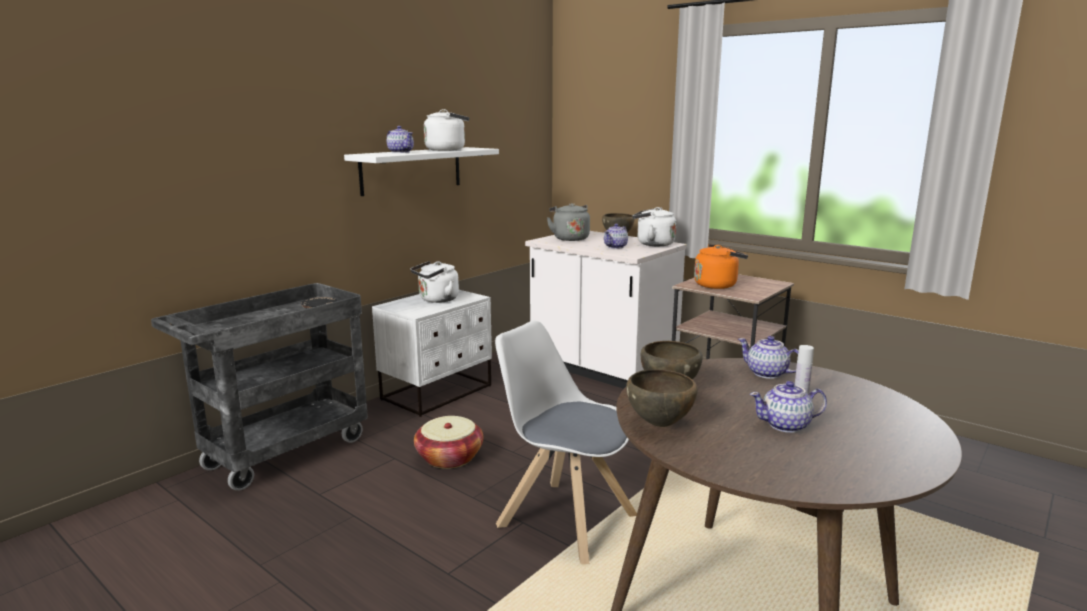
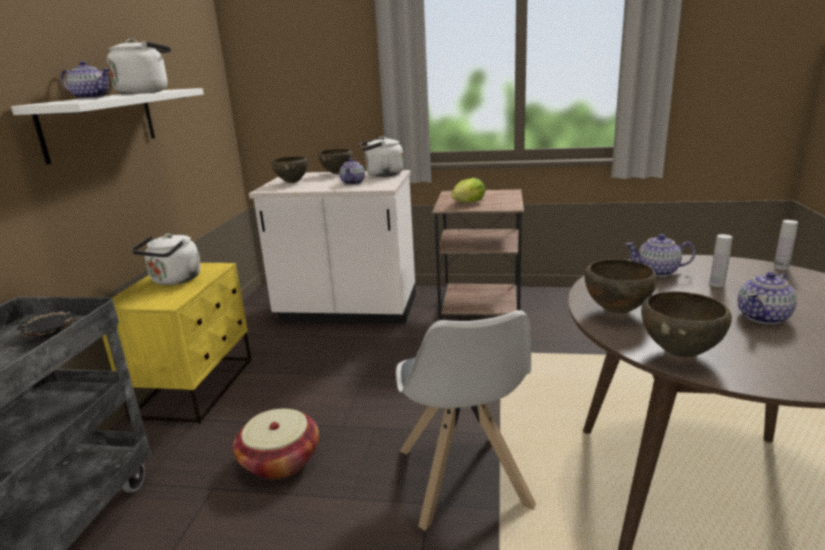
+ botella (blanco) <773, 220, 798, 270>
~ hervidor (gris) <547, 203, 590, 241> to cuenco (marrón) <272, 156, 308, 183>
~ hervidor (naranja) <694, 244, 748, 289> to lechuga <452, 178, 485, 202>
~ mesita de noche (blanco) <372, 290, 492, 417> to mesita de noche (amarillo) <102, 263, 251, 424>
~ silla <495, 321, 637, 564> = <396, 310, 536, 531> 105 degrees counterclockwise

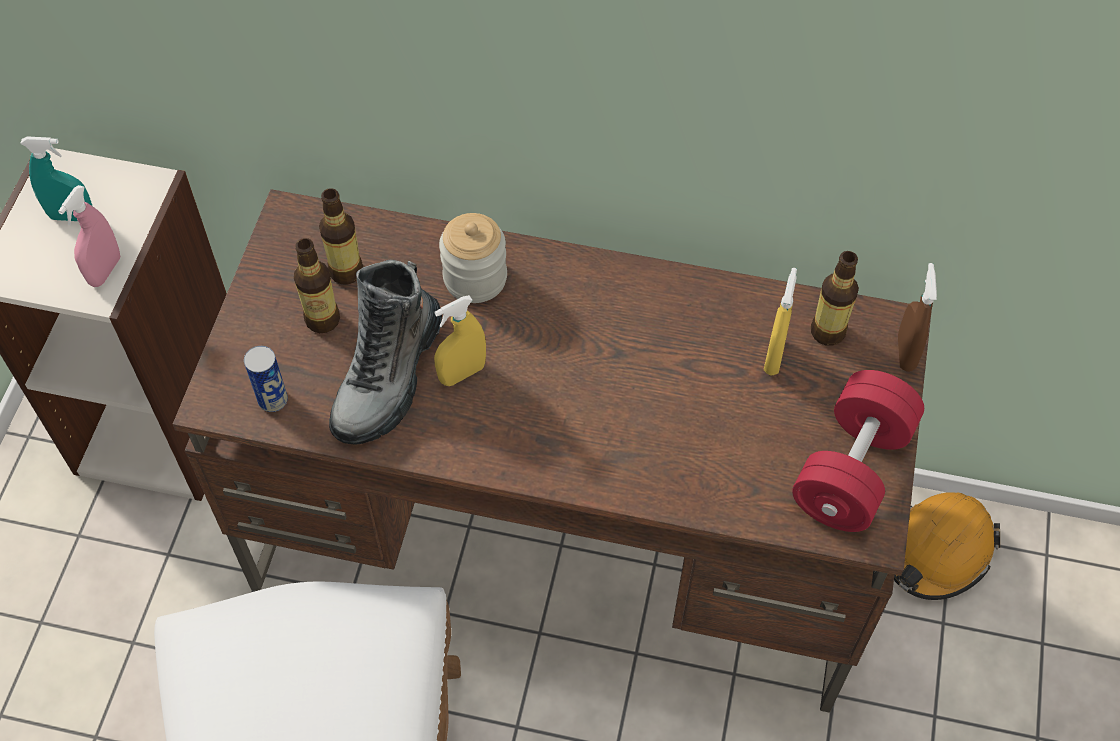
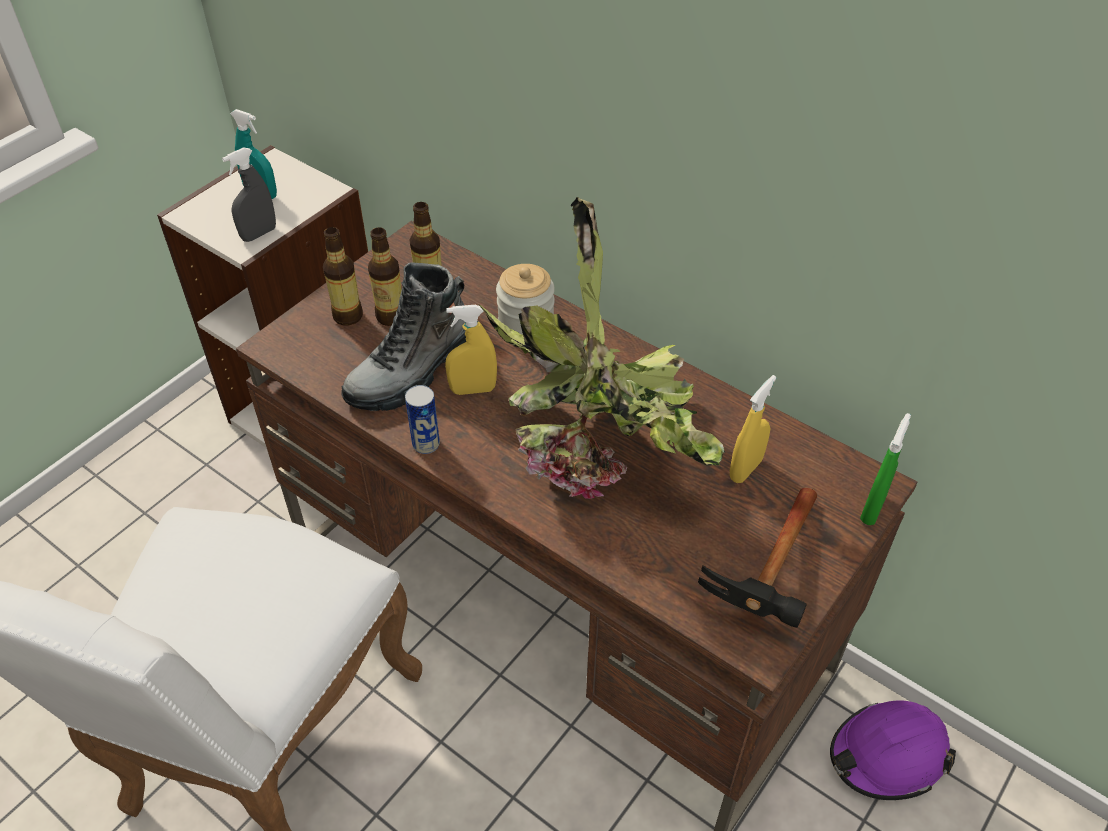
+ planta en maceta <479, 197, 725, 499>
~ lata <244, 346, 288, 412> to <405, 385, 440, 454>
~ botella <811, 251, 859, 346> to <323, 227, 363, 325>
~ mancuerna (rojo) <792, 370, 924, 532> to martillo <698, 488, 817, 628>
~ pulverizador (rosa) <58, 185, 120, 287> to pulverizador (gris) <222, 147, 276, 242>
~ casco (naranja) <894, 492, 1000, 600> to casco (morado) <830, 700, 956, 800>
~ pulverizador (marrón) <898, 263, 937, 372> to pulverizador (verde) <860, 413, 911, 525>

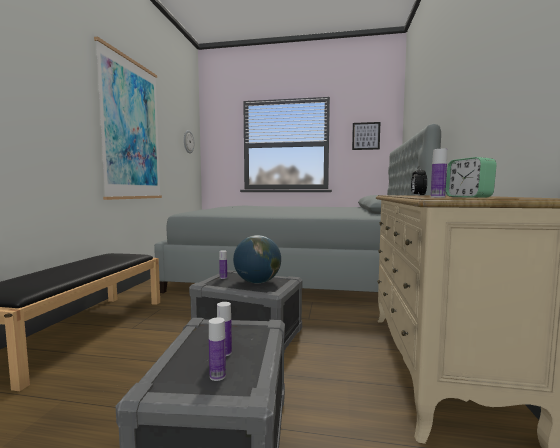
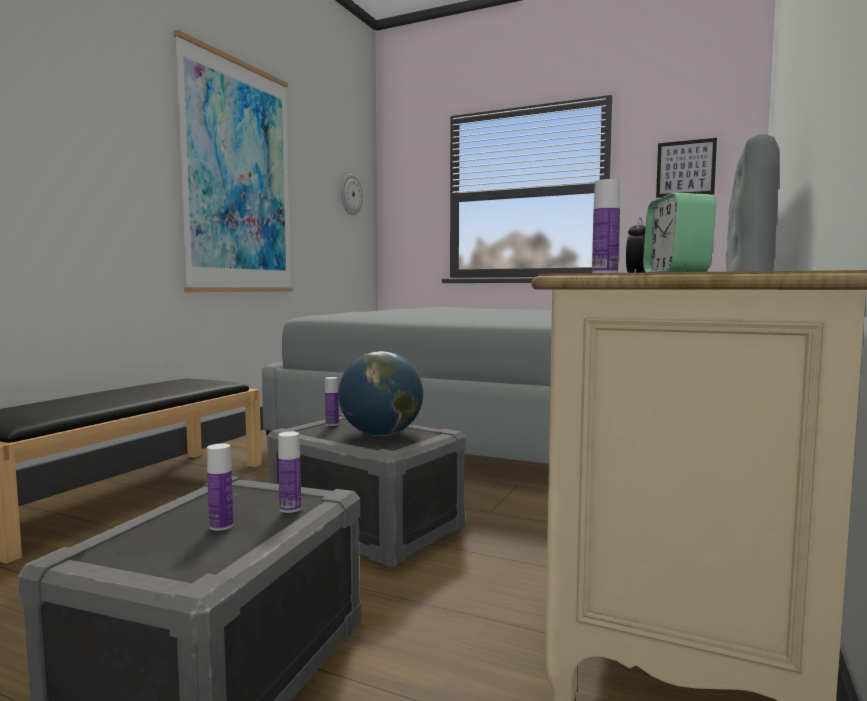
~ botella <209, 317, 226, 381> to <278, 432, 301, 513>

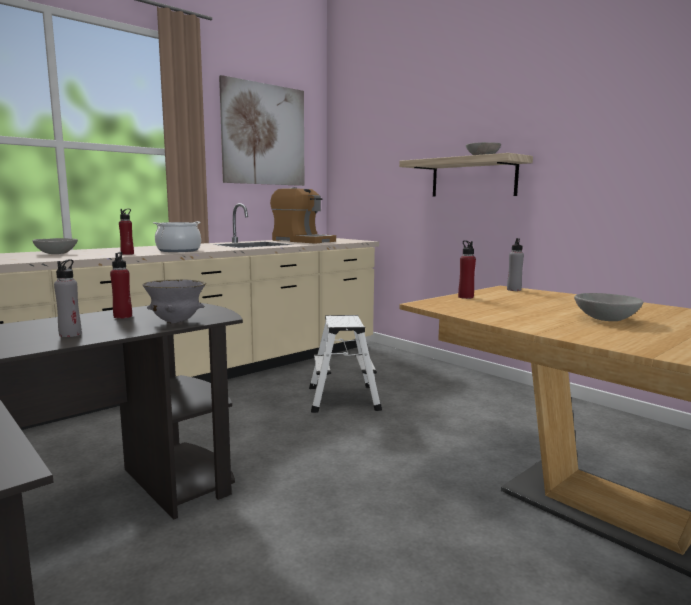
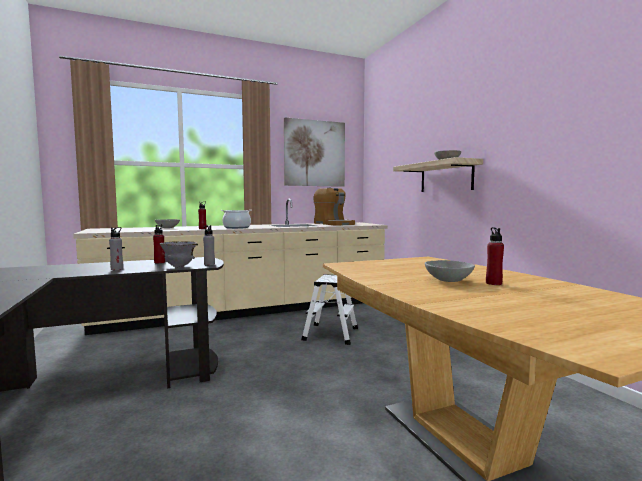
~ botella (rojo) <458, 240, 476, 299> to <486, 227, 504, 285>
~ botella (gris) <507, 238, 524, 291> to <203, 225, 215, 265>

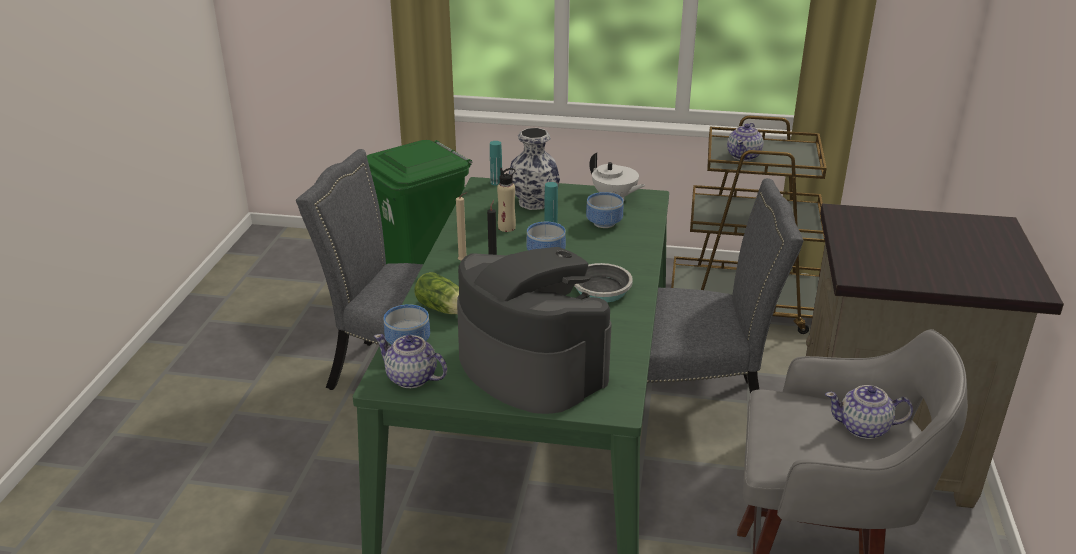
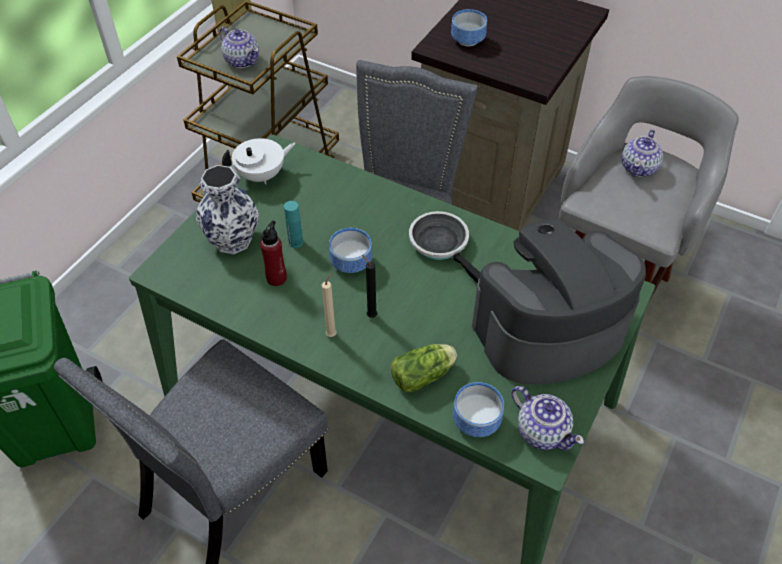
- botella (turquesa) <490, 141, 502, 186>
~ cuenco <586, 192, 623, 228> to <451, 9, 487, 46>
~ botella (beis) <497, 168, 516, 232> to botella (rojo) <260, 221, 287, 286>
~ tetera <374, 334, 447, 388> = <511, 386, 584, 450> 90 degrees counterclockwise

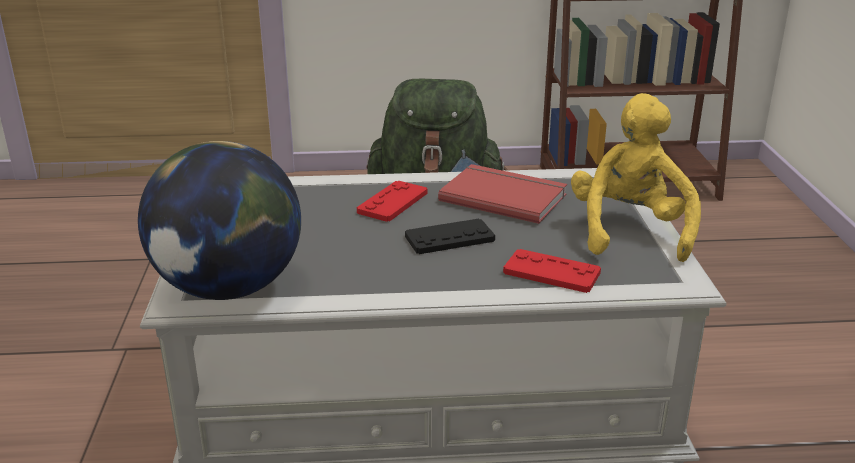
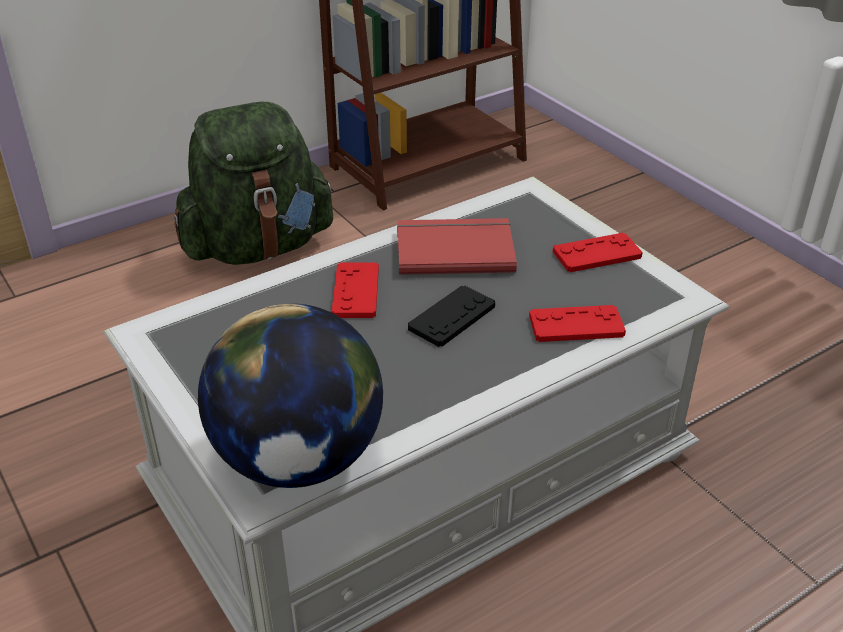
~ peluche (amarillo) <571, 93, 701, 262> to mando de consola (rojo) <553, 233, 643, 272>

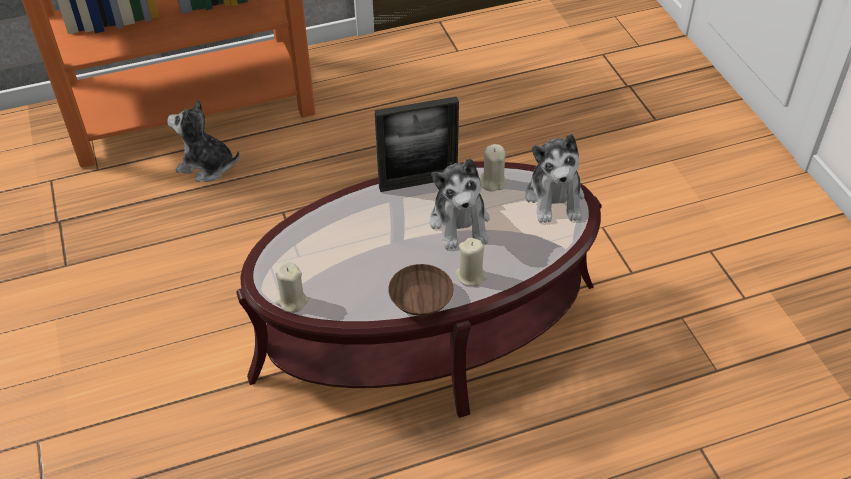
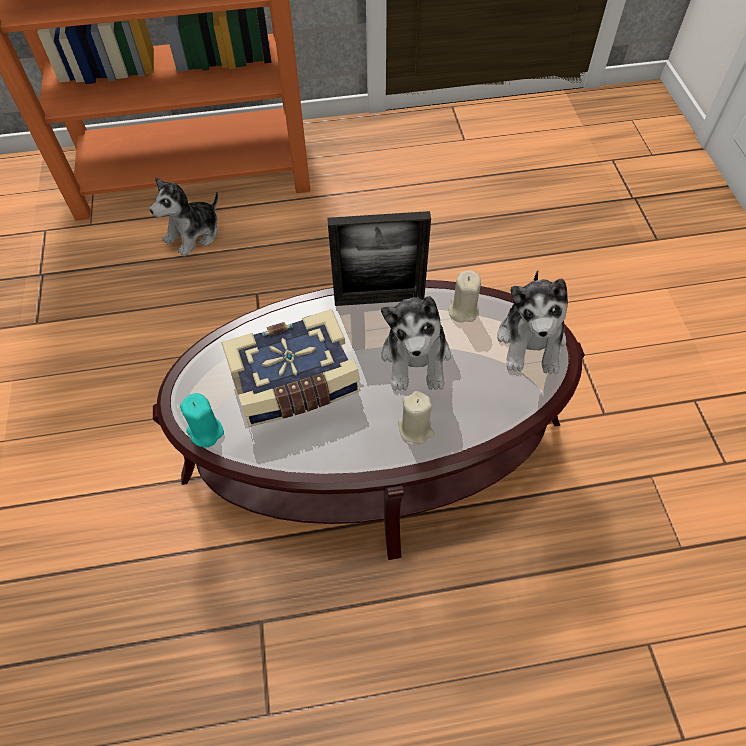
- cuenco (marrón) <388, 264, 454, 316>
+ libro <221, 309, 361, 427>
~ vela (beis) <275, 262, 309, 313> to vela (turquesa) <180, 393, 224, 448>
~ peluche <167, 99, 240, 182> = <149, 177, 218, 256> 75 degrees counterclockwise

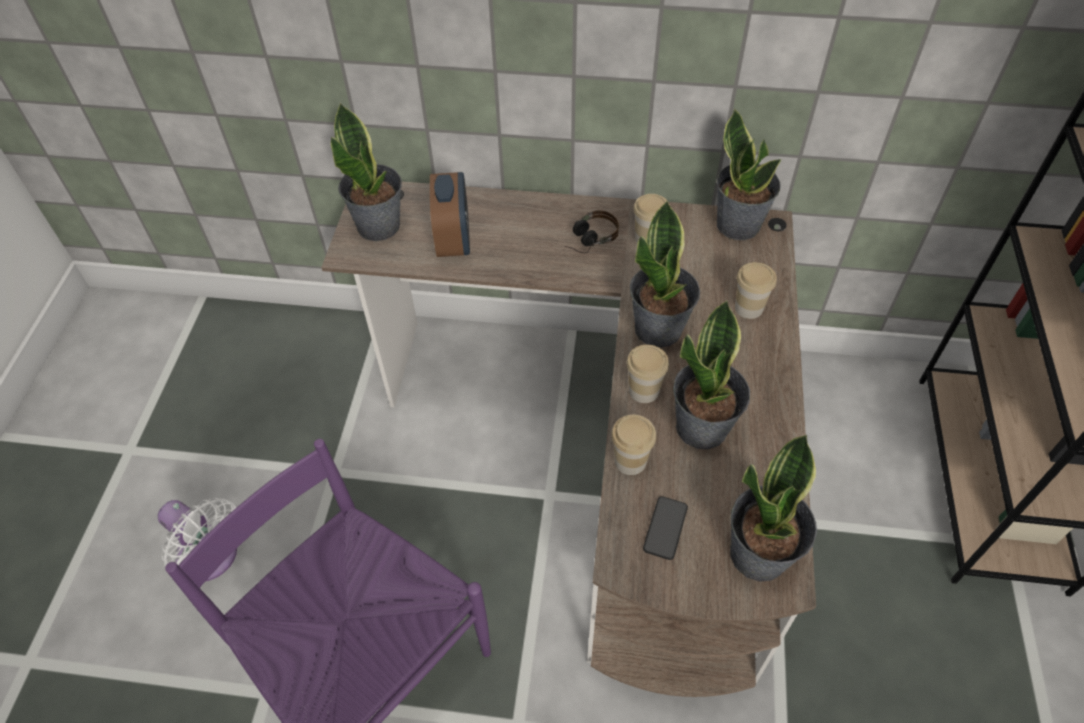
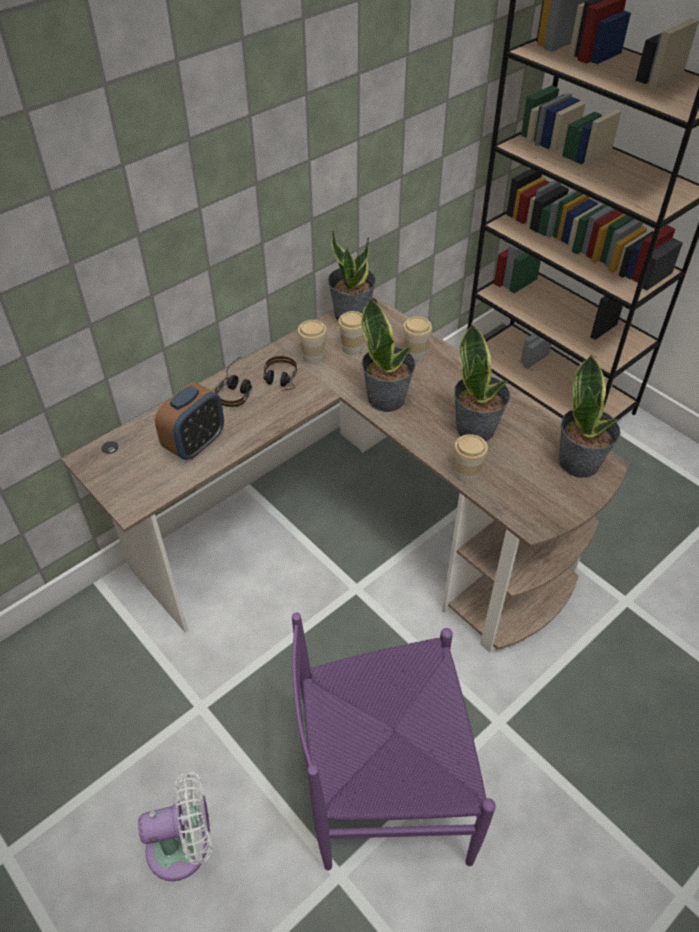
- planta en maceta <331, 102, 402, 241>
- móvil <643, 497, 688, 560>
+ auriculares <215, 357, 252, 407>
~ taza <627, 344, 669, 403> to <338, 311, 364, 355>
~ despertador <430, 172, 470, 257> = <155, 382, 224, 460> 90 degrees clockwise

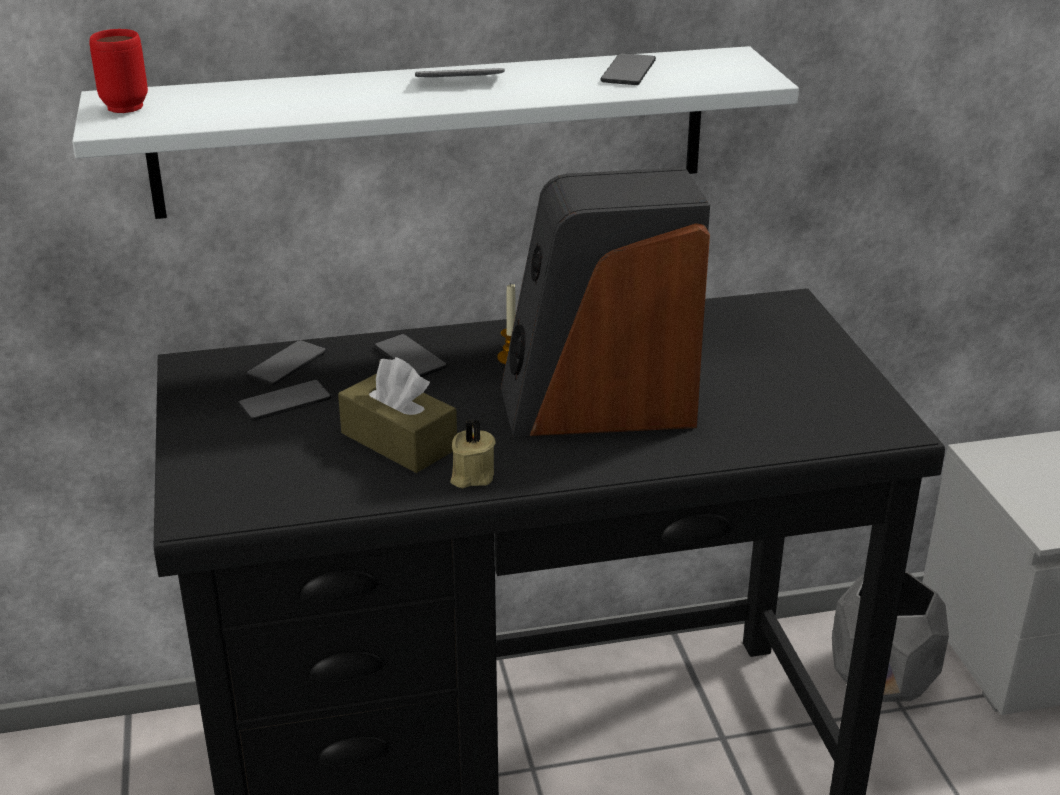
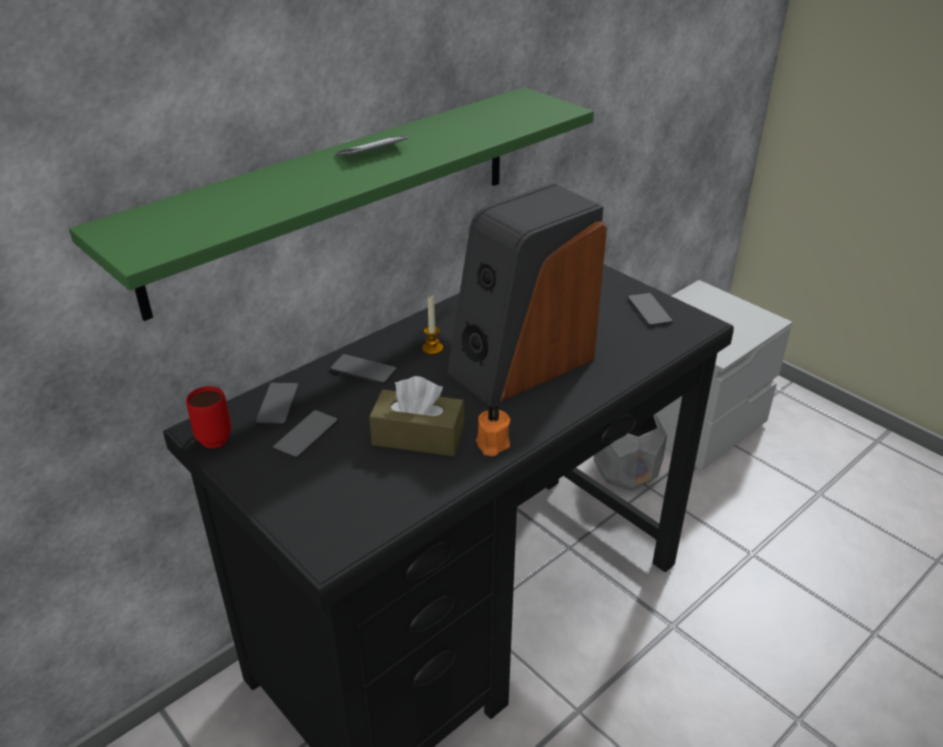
~ taza grande (rojo) <90, 29, 148, 113> to <186, 386, 231, 448>
~ móvil <601, 53, 656, 85> to <627, 293, 673, 327>
~ estante (blanco) <72, 46, 799, 219> to estante (verde) <69, 87, 594, 321>
~ vela (beis) <450, 420, 496, 488> to vela (naranja) <476, 405, 511, 456>

